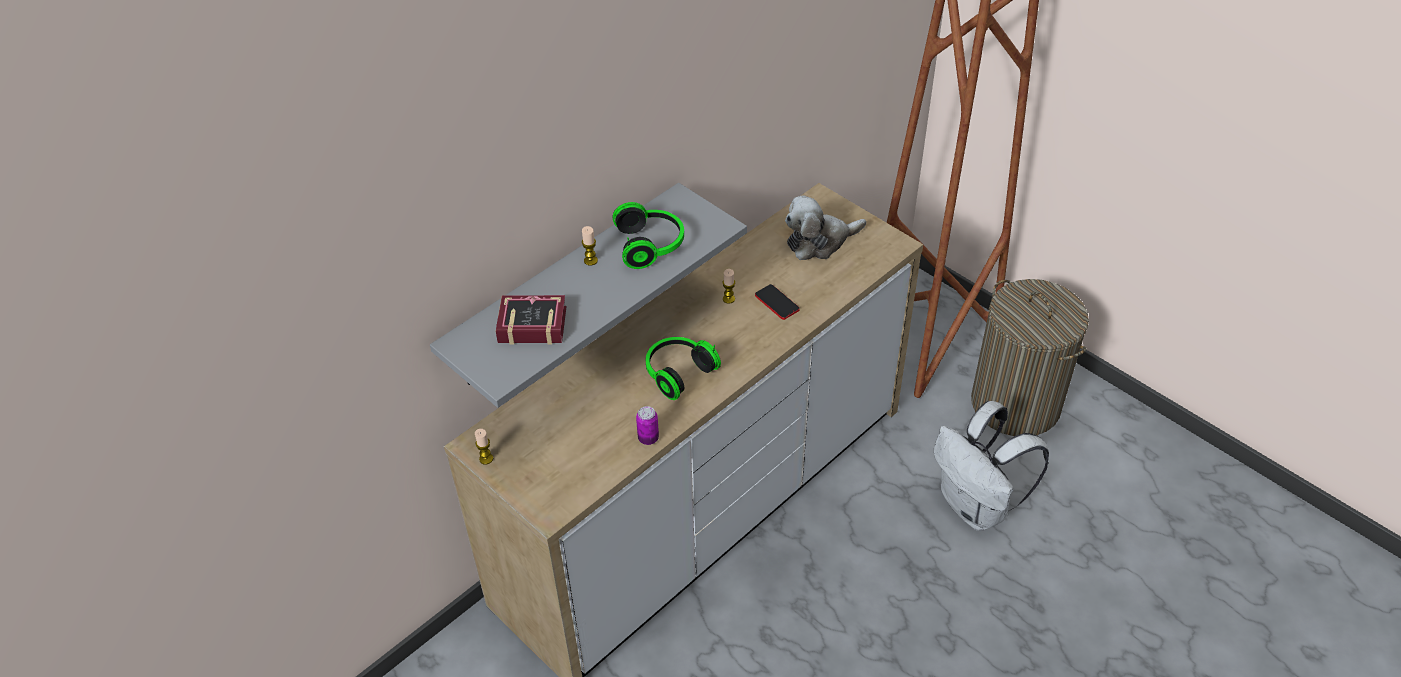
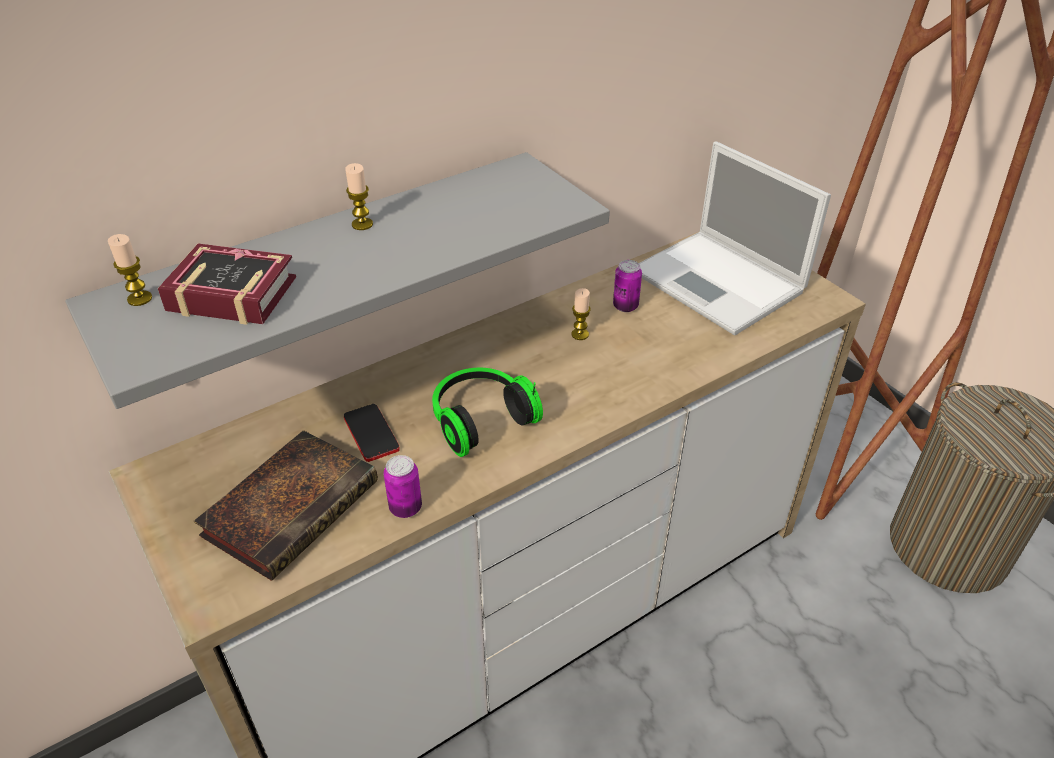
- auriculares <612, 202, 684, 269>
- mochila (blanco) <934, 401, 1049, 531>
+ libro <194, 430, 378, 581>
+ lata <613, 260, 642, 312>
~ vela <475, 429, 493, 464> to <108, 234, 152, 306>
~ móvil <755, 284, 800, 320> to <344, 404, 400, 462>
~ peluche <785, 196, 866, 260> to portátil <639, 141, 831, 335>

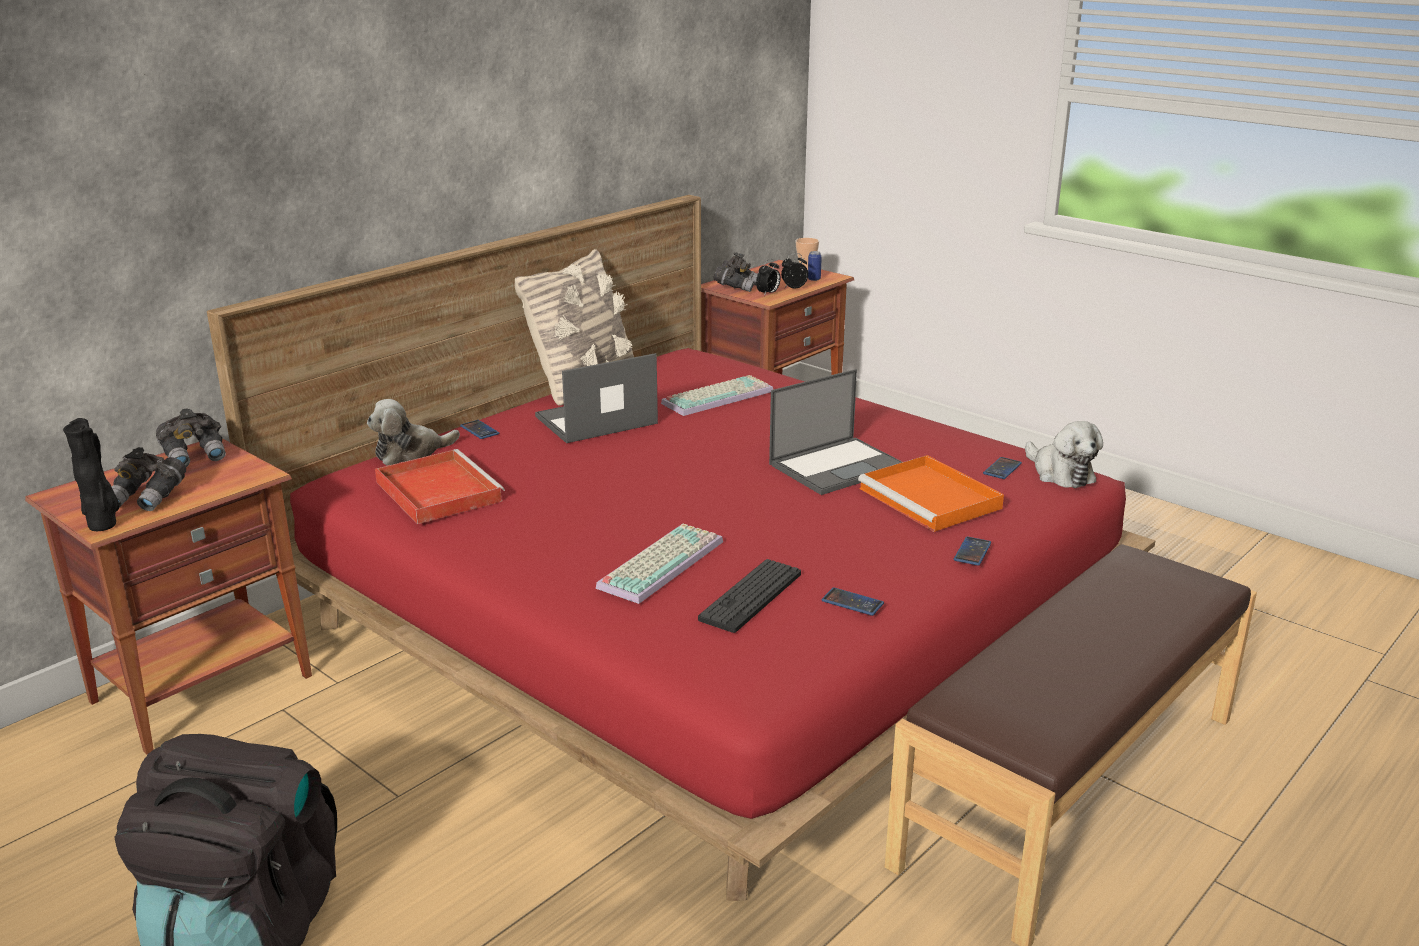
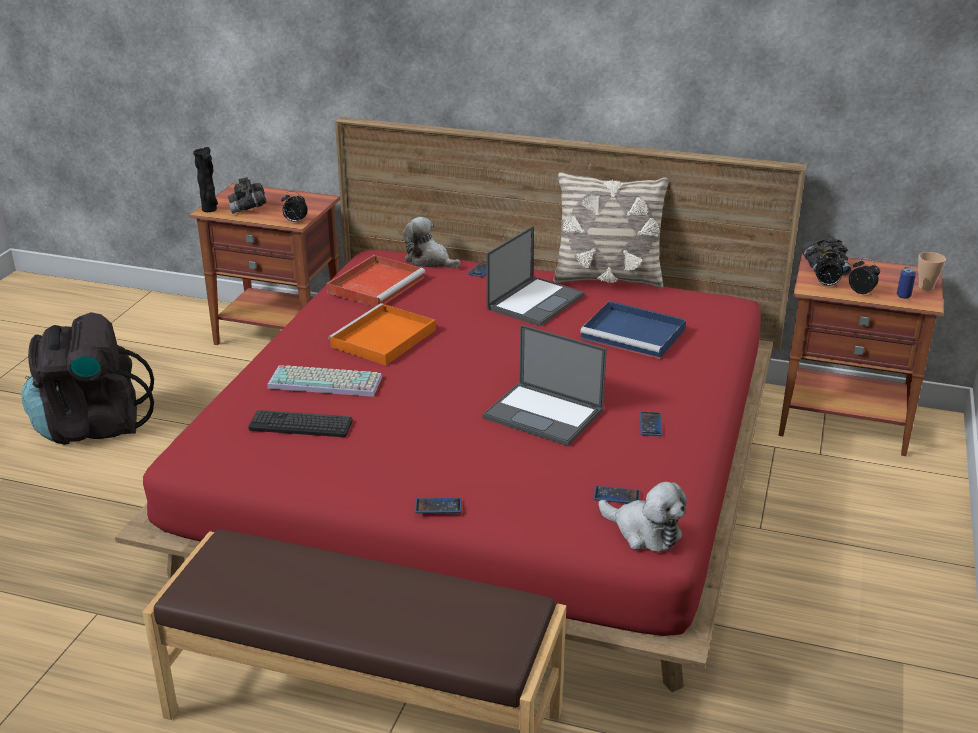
- prismáticos (gris) <156, 408, 226, 467>
+ despertador <281, 191, 308, 223>
~ móvil <821, 587, 884, 616> to <640, 412, 662, 436>
~ bandeja (naranja) <858, 455, 1004, 532> to <328, 303, 436, 365>
~ teclado <661, 375, 773, 416> to bandeja (azul) <580, 301, 686, 359>
~ portátil <535, 353, 658, 443> = <486, 226, 584, 326> 90 degrees clockwise
~ peluche <1025, 421, 1103, 488> = <598, 482, 687, 552> 90 degrees counterclockwise

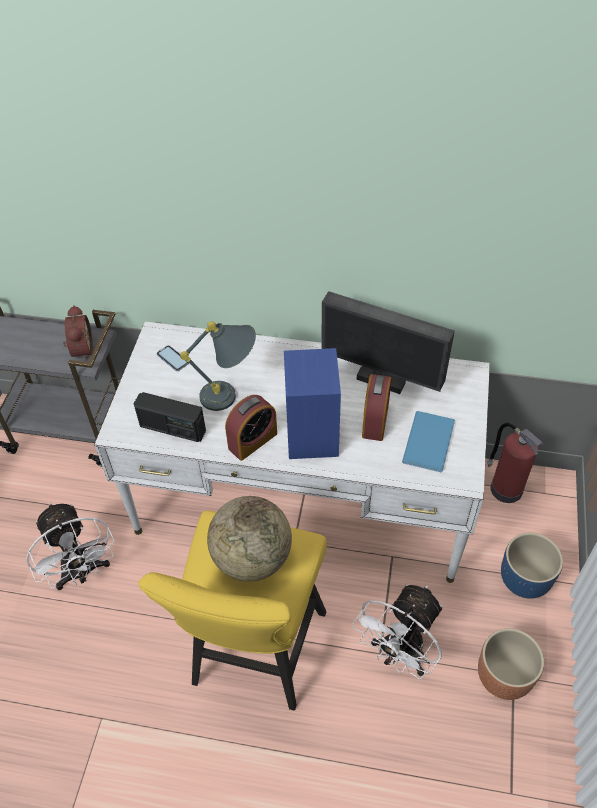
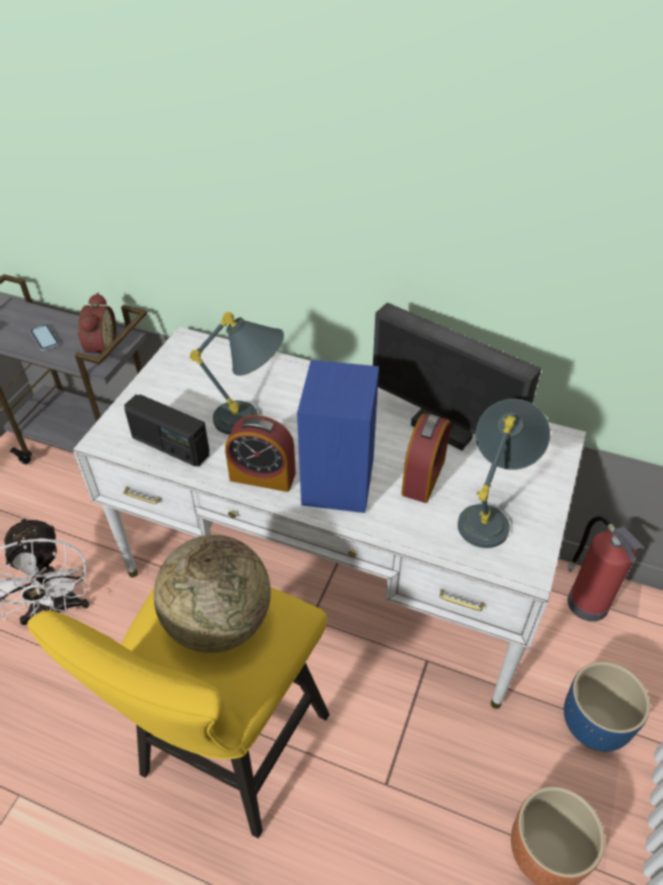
- ventilador (blanco) <352, 584, 443, 679>
~ móvil <157, 345, 189, 371> to <30, 324, 60, 351>
~ libro (azul) <402, 411, 455, 472> to lámpara de mesa (gris) <458, 399, 550, 548>
~ despertador <225, 395, 277, 461> = <225, 415, 296, 492> 45 degrees clockwise

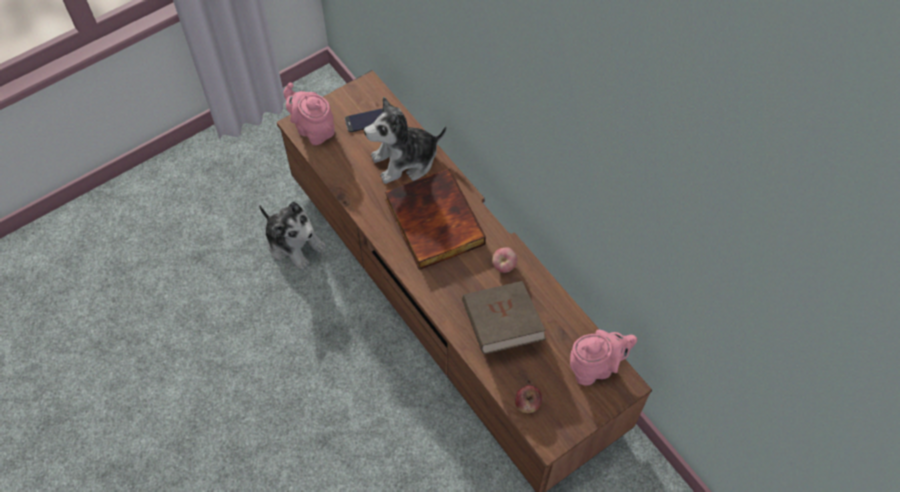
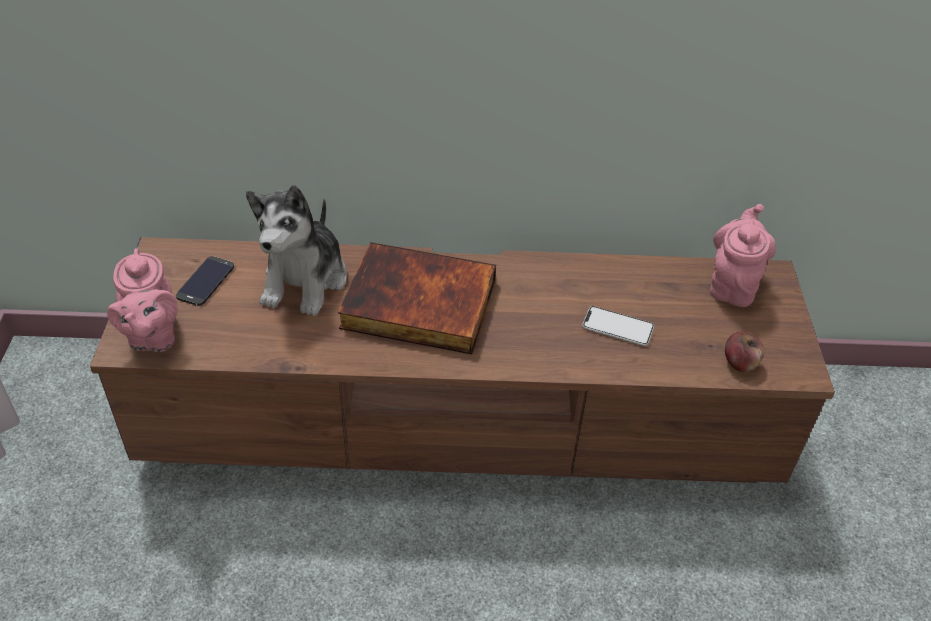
- peluche <259, 202, 326, 269>
- manzana <492, 247, 517, 273>
~ libro (marrón) <462, 281, 546, 355> to móvil <582, 306, 655, 346>
~ tetera (rosa) <284, 83, 335, 145> = <107, 248, 178, 352> 90 degrees counterclockwise

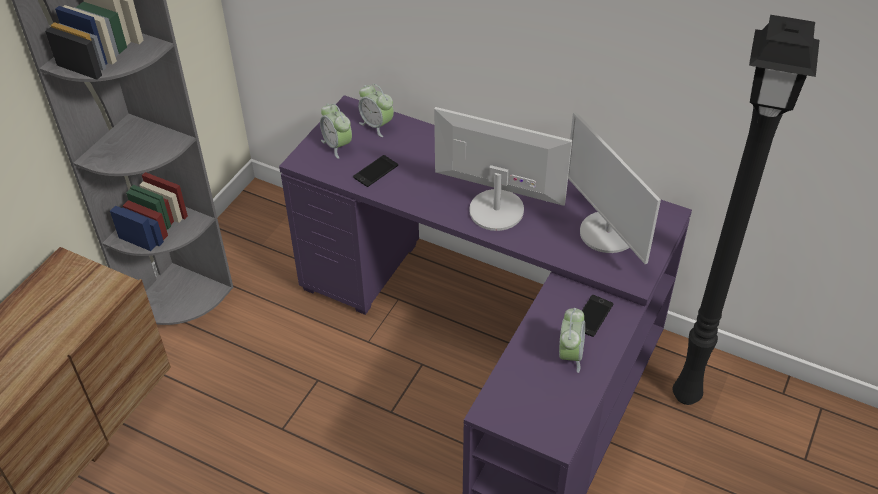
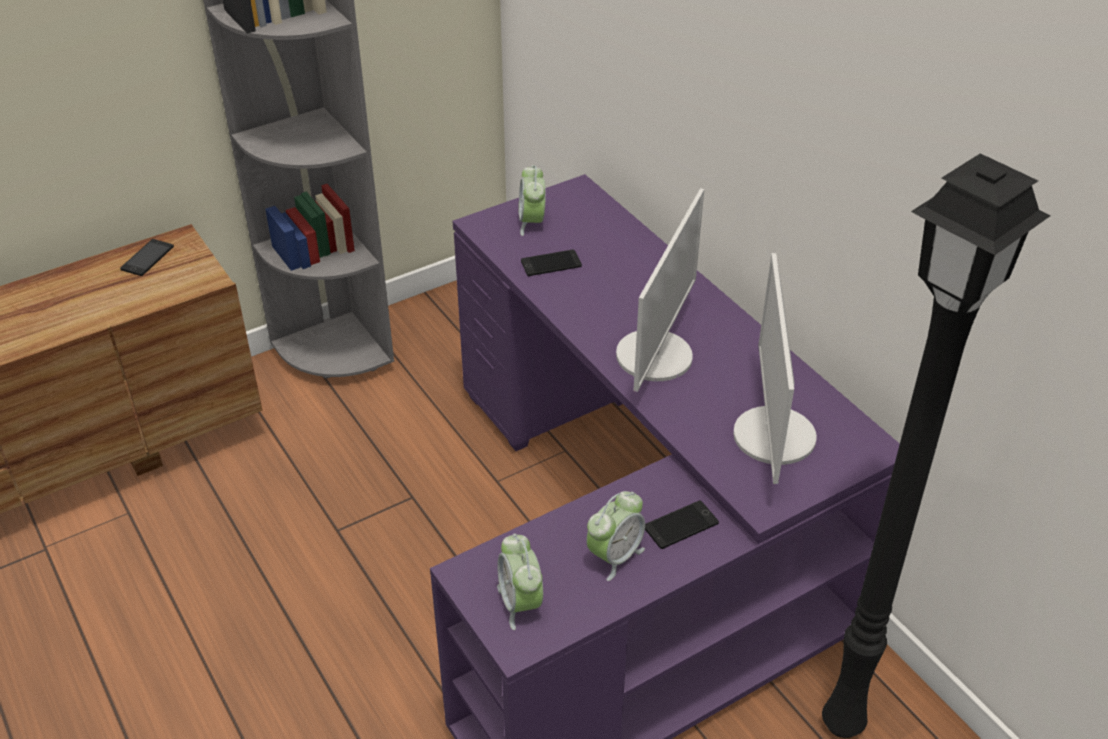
+ móvil <120, 239, 174, 276>
~ despertador <358, 84, 394, 137> to <497, 534, 543, 630>
~ monitor <434, 107, 572, 231> = <616, 188, 704, 392> 60 degrees clockwise

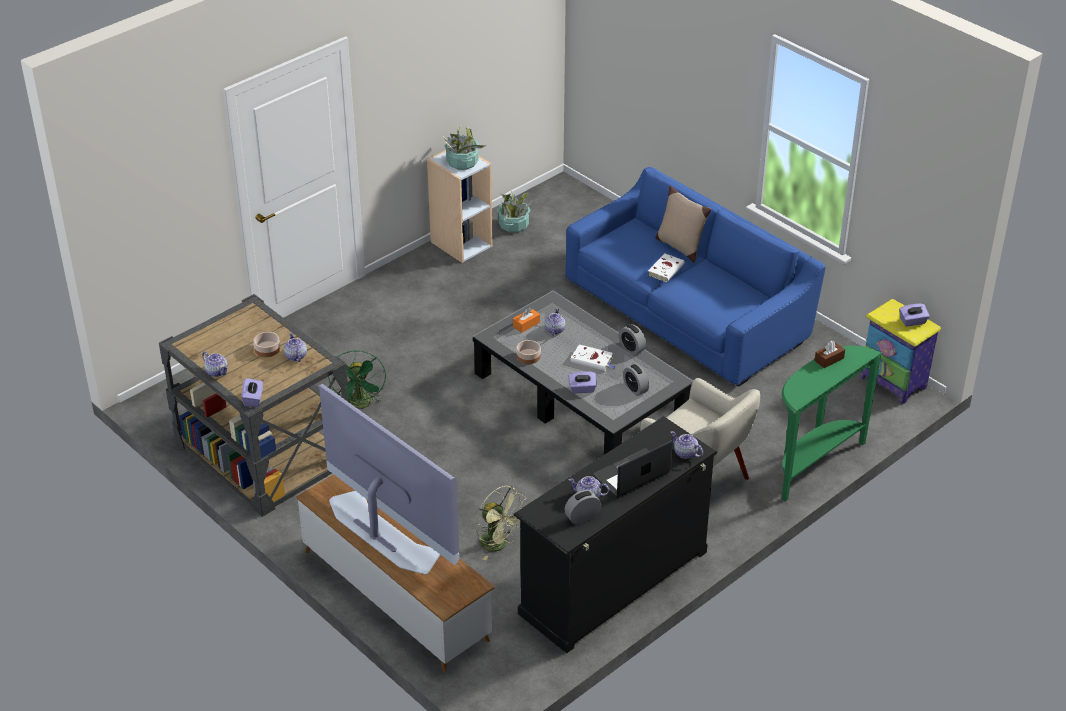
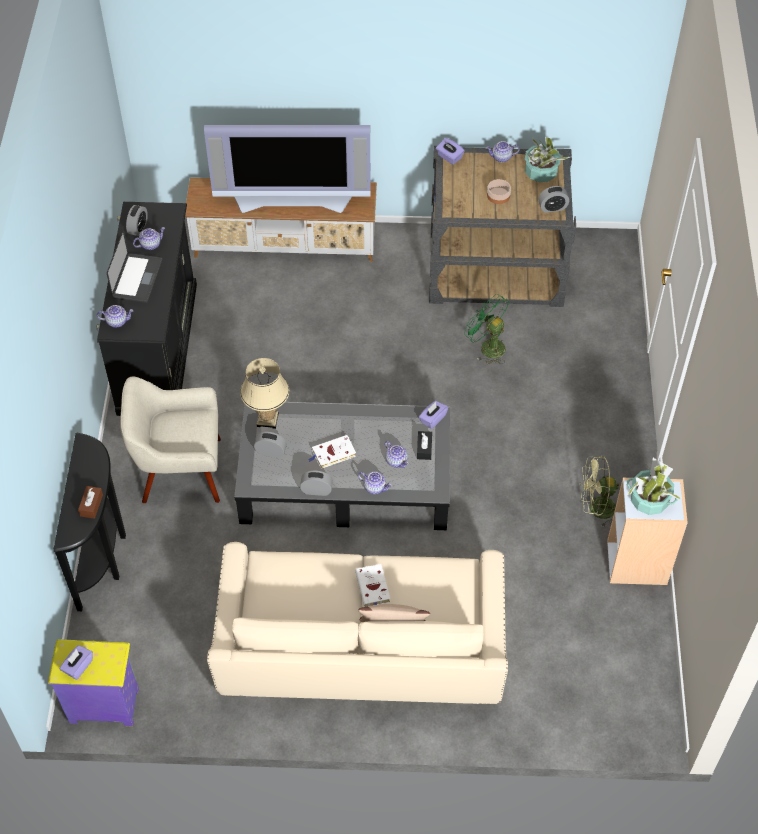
- cuenco <517, 340, 541, 364>
+ lámpara de mesa (beis) <240, 358, 289, 429>
+ despertador <539, 186, 569, 213>
~ tetera <284, 332, 307, 362> to <358, 471, 392, 494>
~ ventilador (verde) <476, 486, 525, 560> to <580, 456, 619, 527>
~ planta en maceta <497, 189, 533, 232> to <524, 137, 570, 182>
~ caja de pañuelos (morado) <568, 371, 597, 394> to <419, 401, 448, 429>
~ caja de pañuelos (naranja) <513, 308, 540, 333> to caja de pañuelos (negro) <417, 431, 432, 460>
~ sofá (azul) <565, 167, 826, 387> to sofá (beis) <207, 542, 508, 704>
~ mesa consola (verde) <782, 345, 883, 501> to mesa consola (negro) <54, 432, 126, 611>

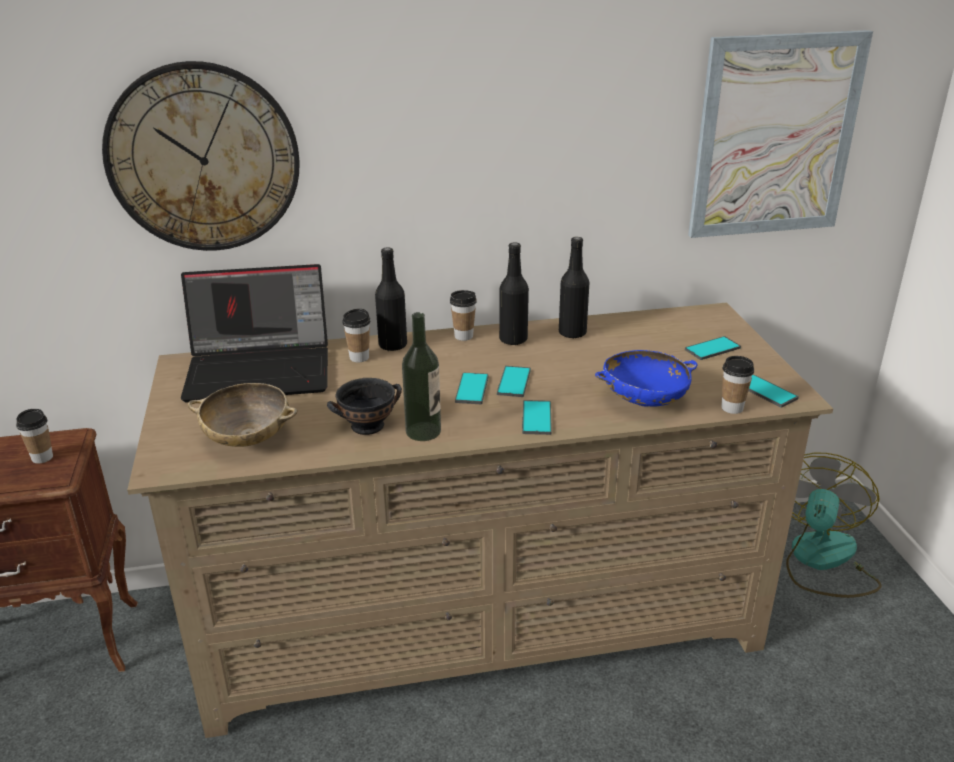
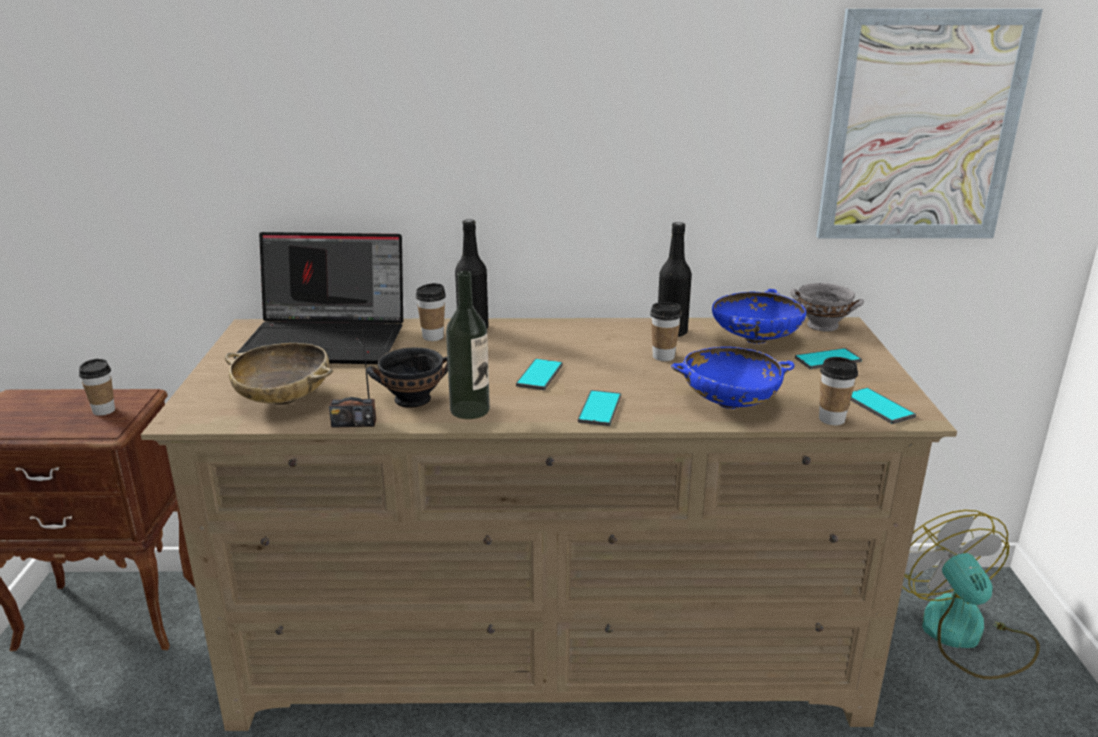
- reloj de pared <102, 61, 300, 251>
- móvil <497, 366, 531, 397>
- botella (negro) <499, 242, 529, 345>
+ radio <329, 318, 376, 428>
+ cuenco (azul) <712, 289, 806, 344>
+ cuenco (gris) <790, 283, 864, 331>
~ taza <450, 290, 477, 341> to <650, 302, 682, 361>
~ ventilador <786, 453, 882, 598> = <902, 510, 1040, 679> 45 degrees counterclockwise

